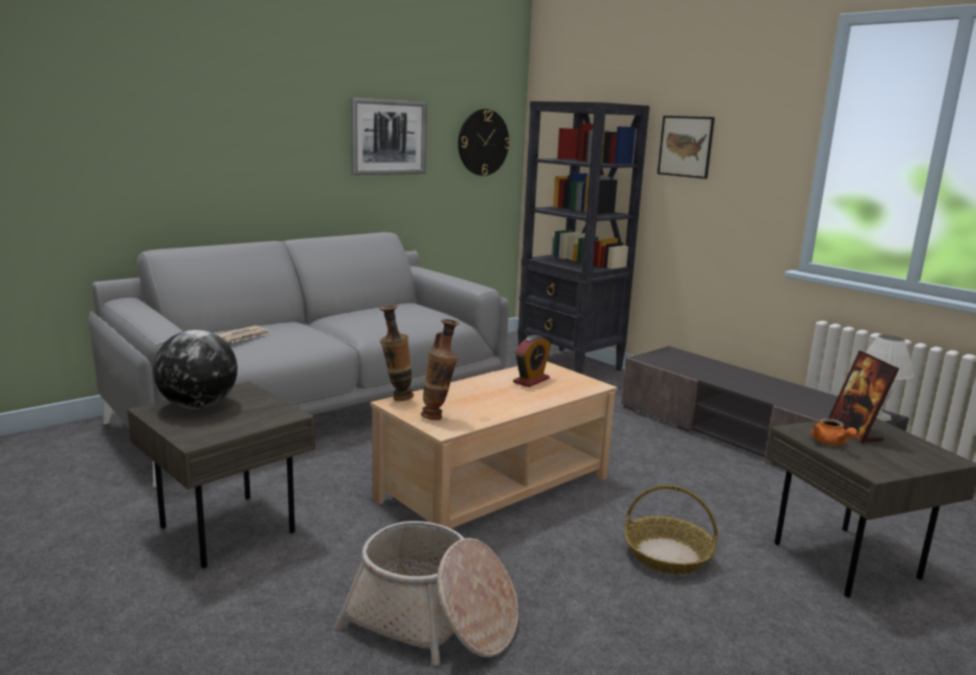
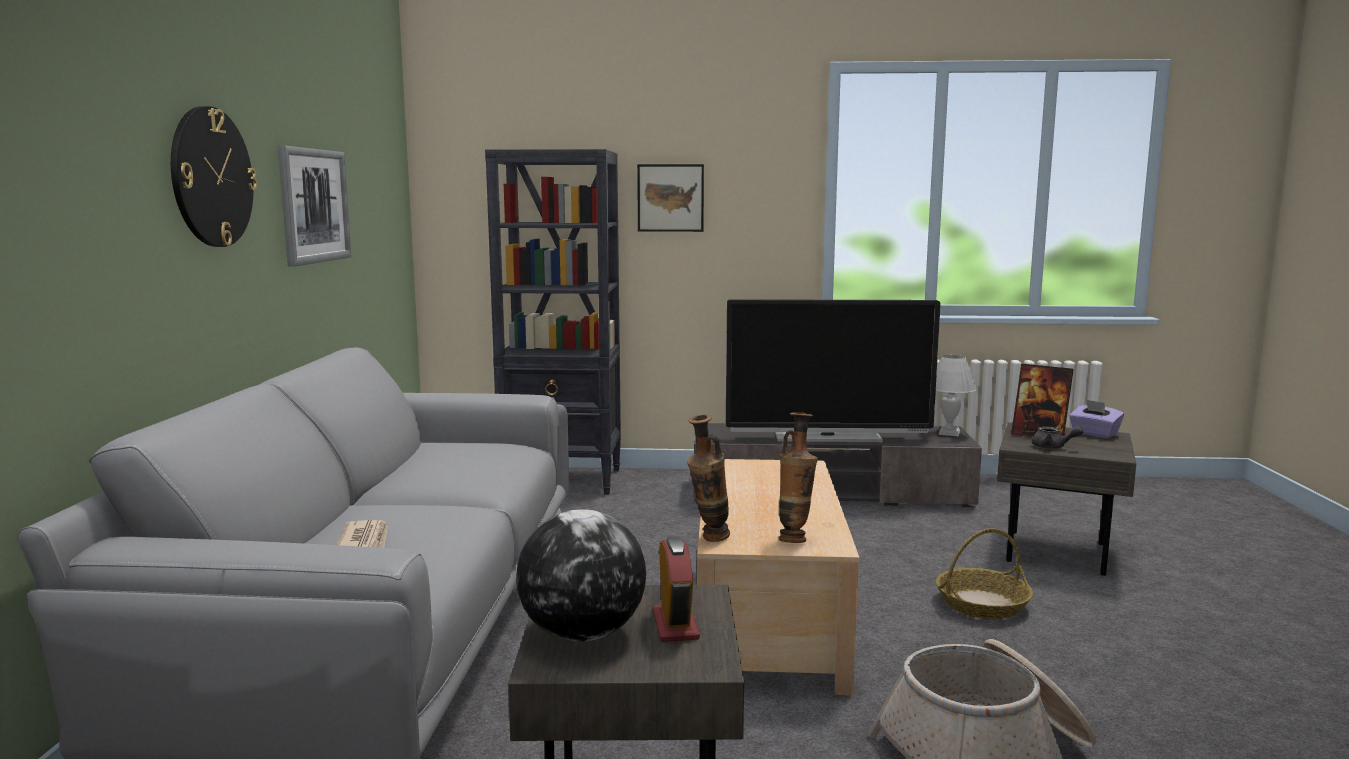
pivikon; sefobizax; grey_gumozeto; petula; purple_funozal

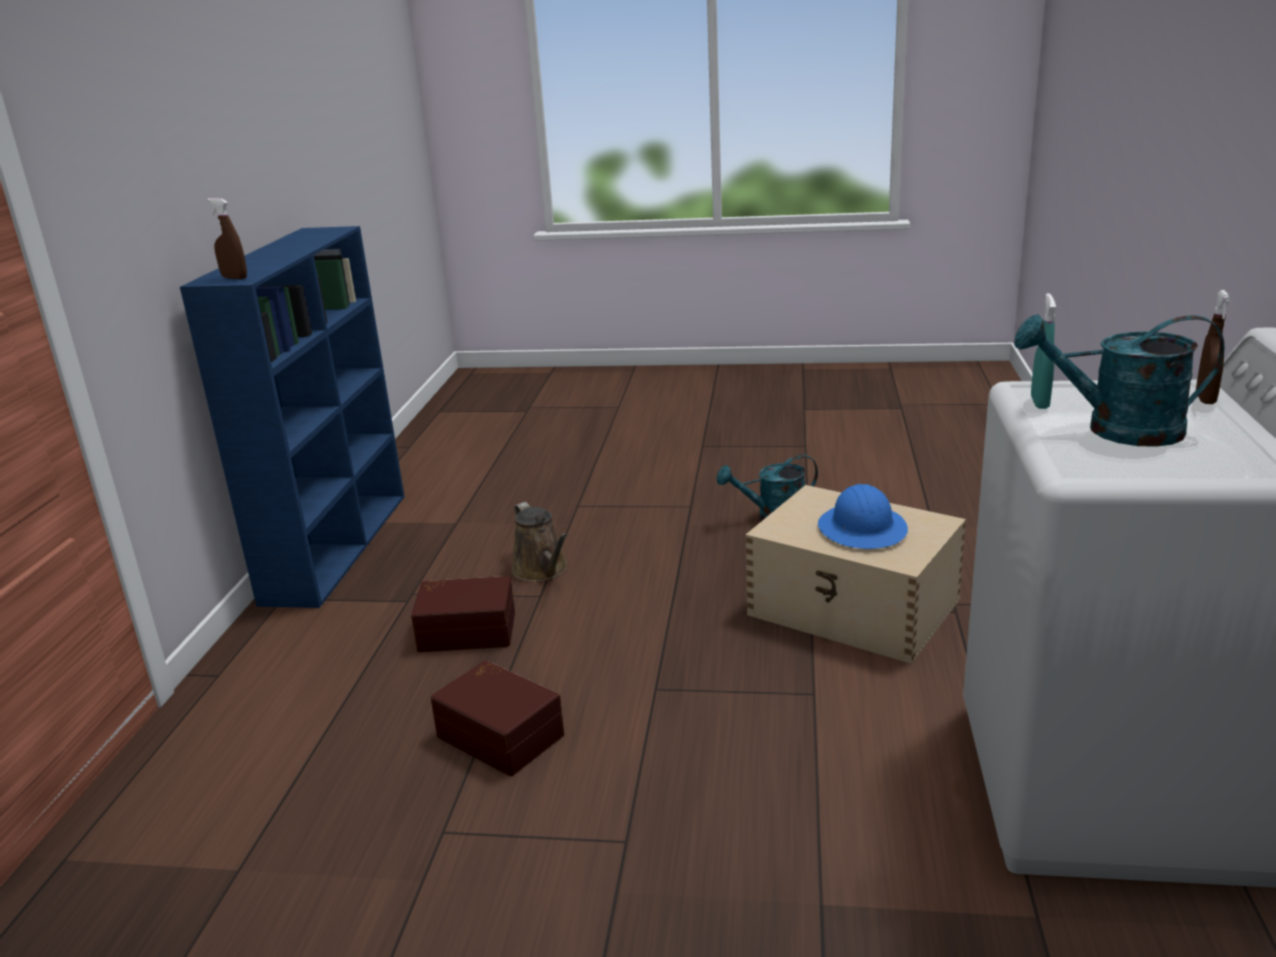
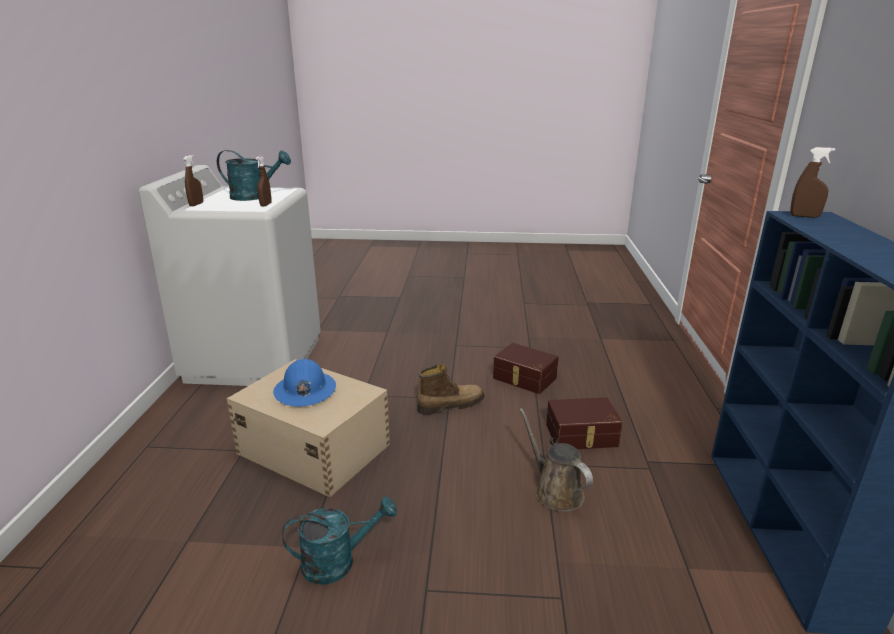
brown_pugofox (no. 2 from left); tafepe

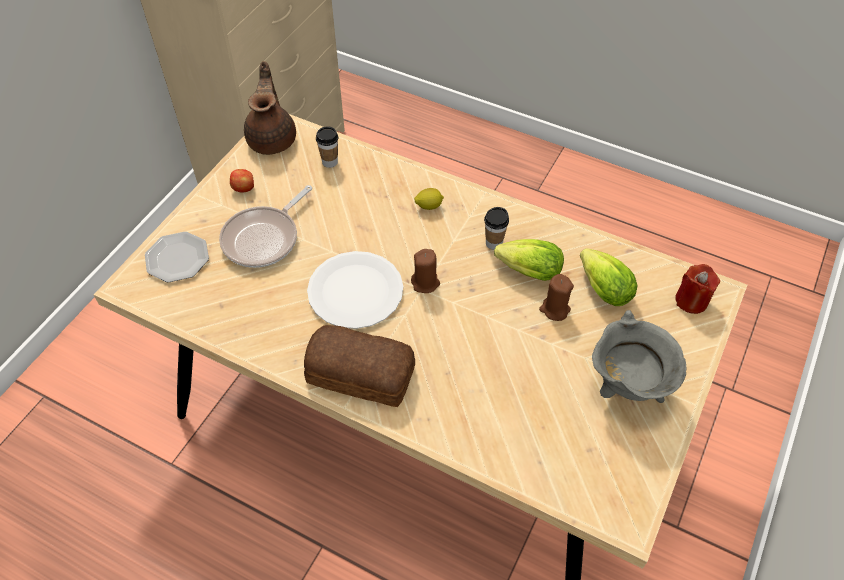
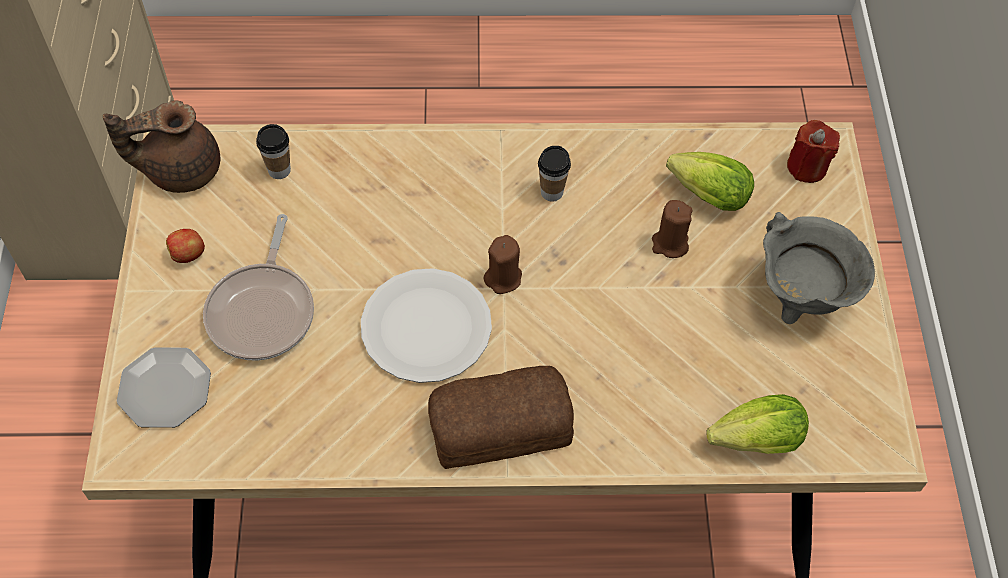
brown_gumozeto; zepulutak; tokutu (no. 2 from left)

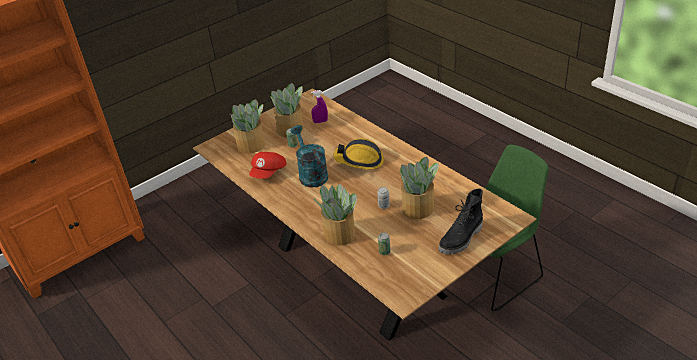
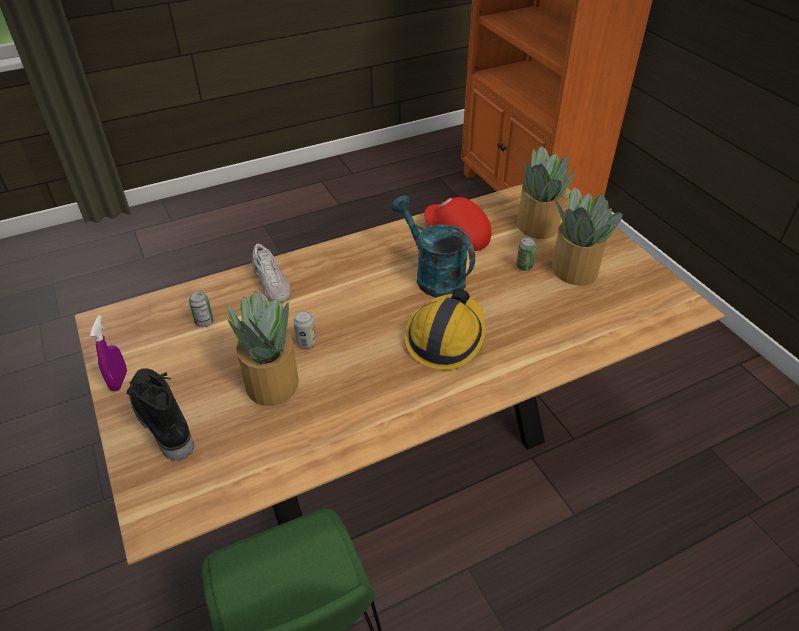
purple_pugofox; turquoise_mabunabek; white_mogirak

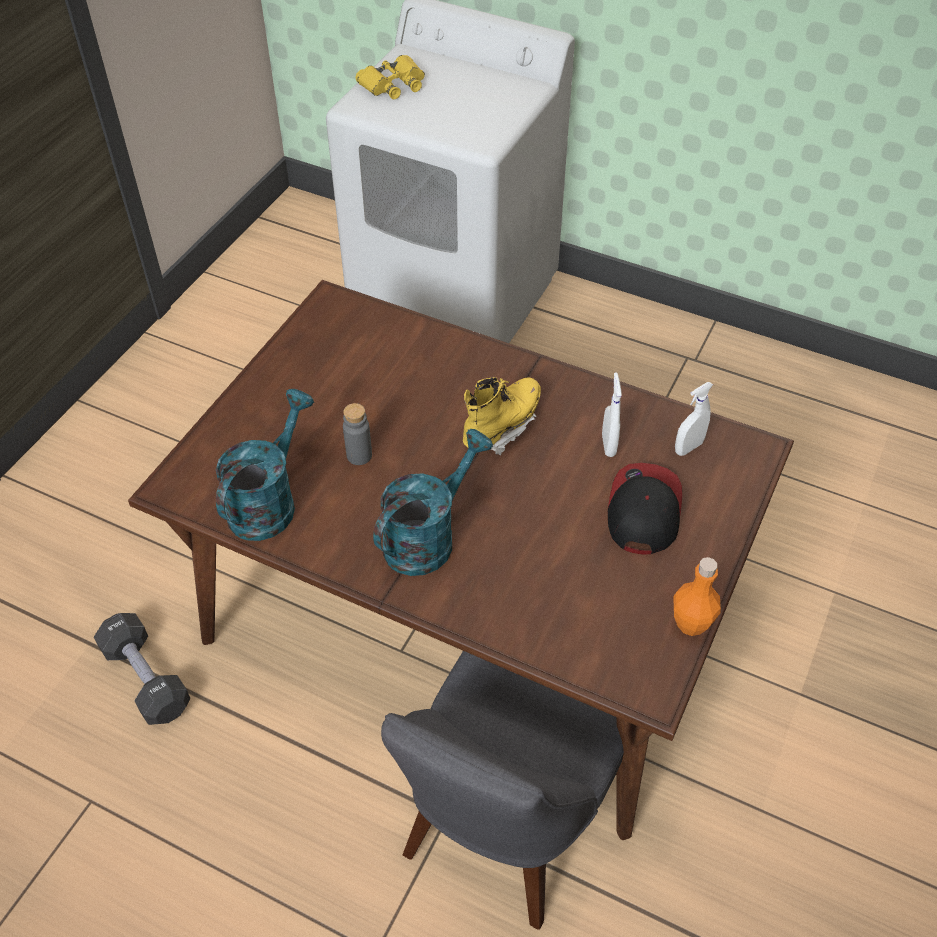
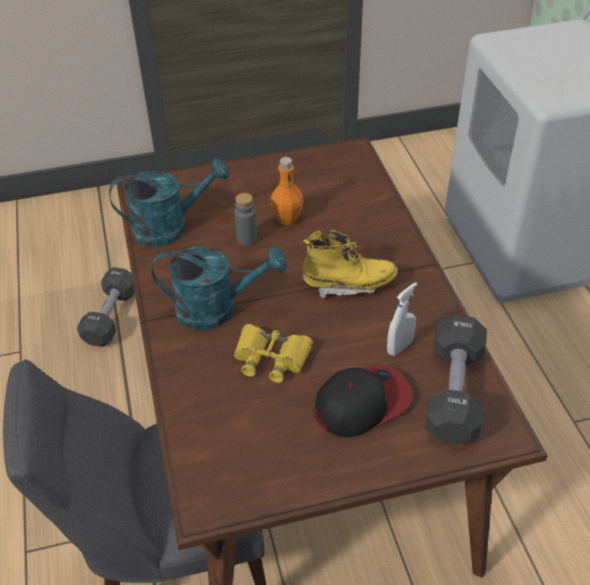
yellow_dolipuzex; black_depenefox (no. 2 from left); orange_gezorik

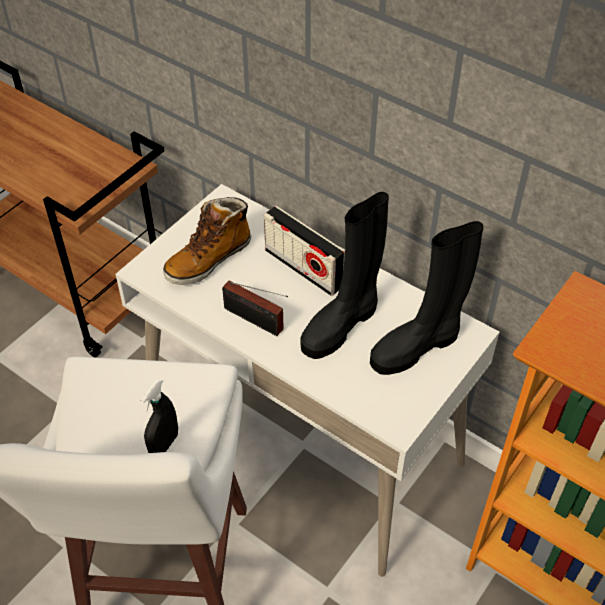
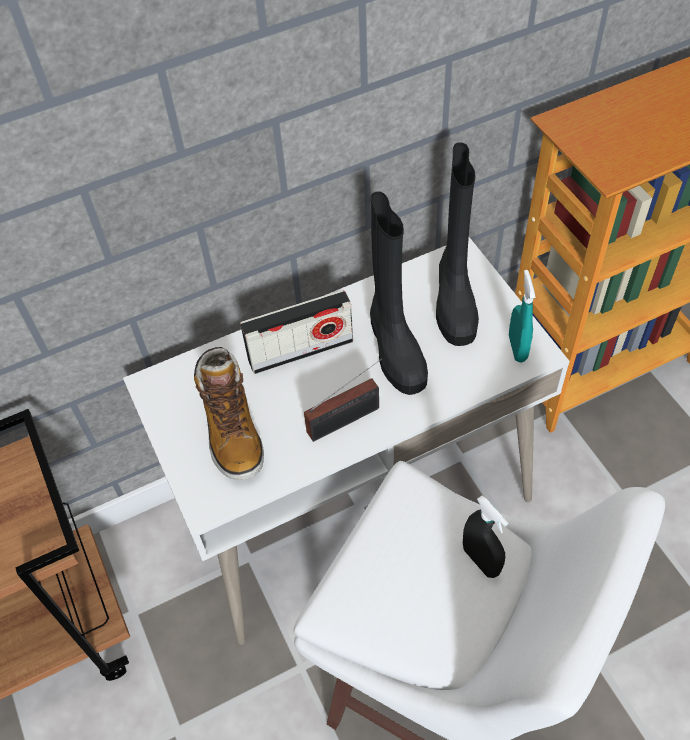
turquoise_pugofox

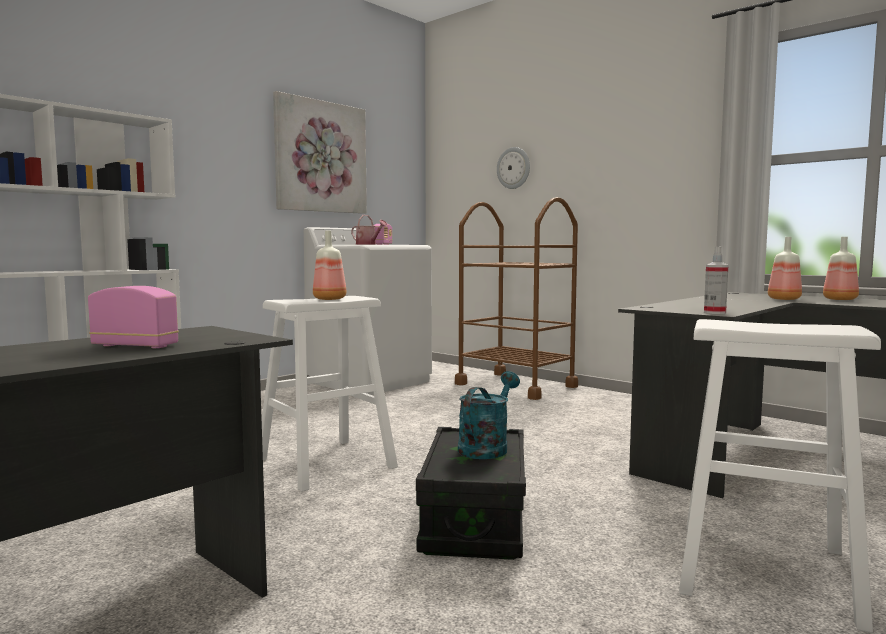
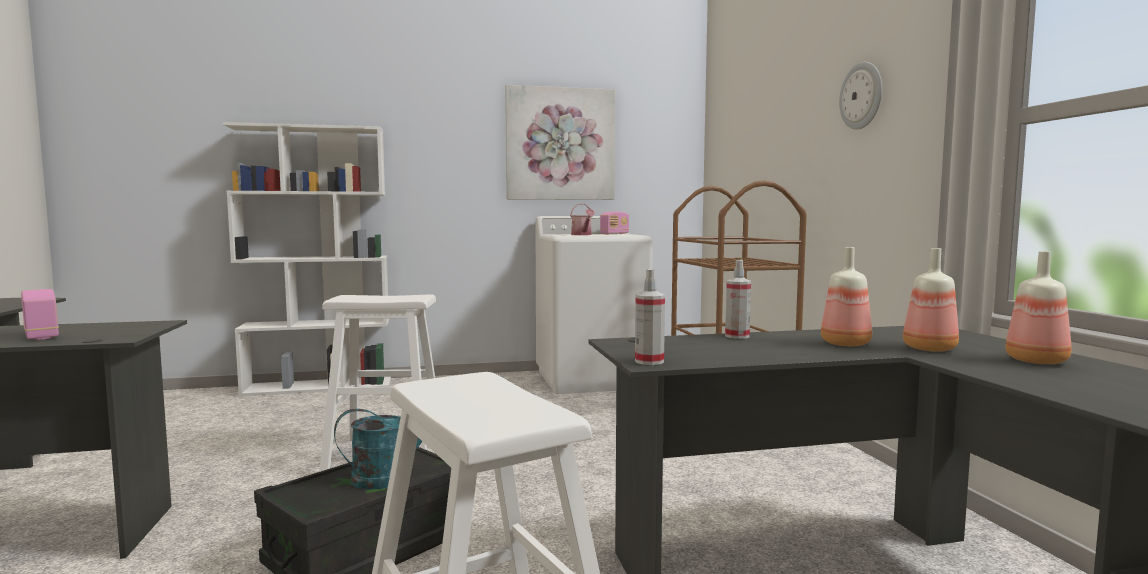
pivikon; gezorik (no. 1 from left); pugofox (no. 2 from left)

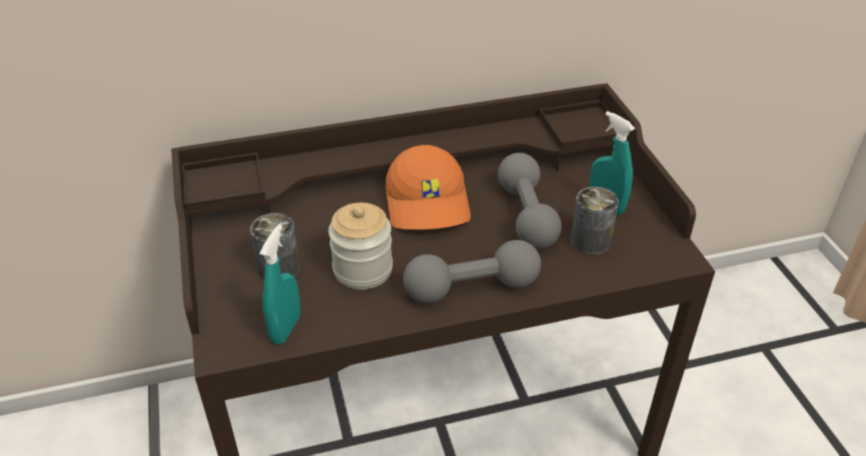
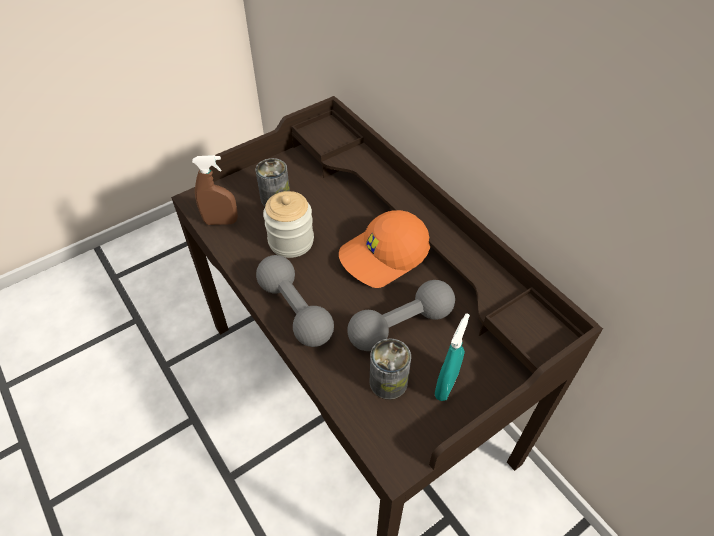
brown_pugofox

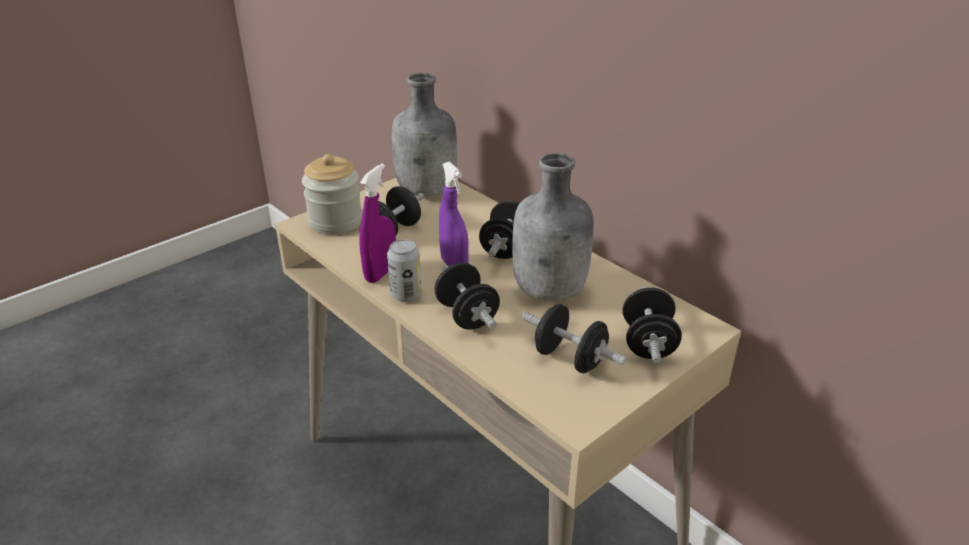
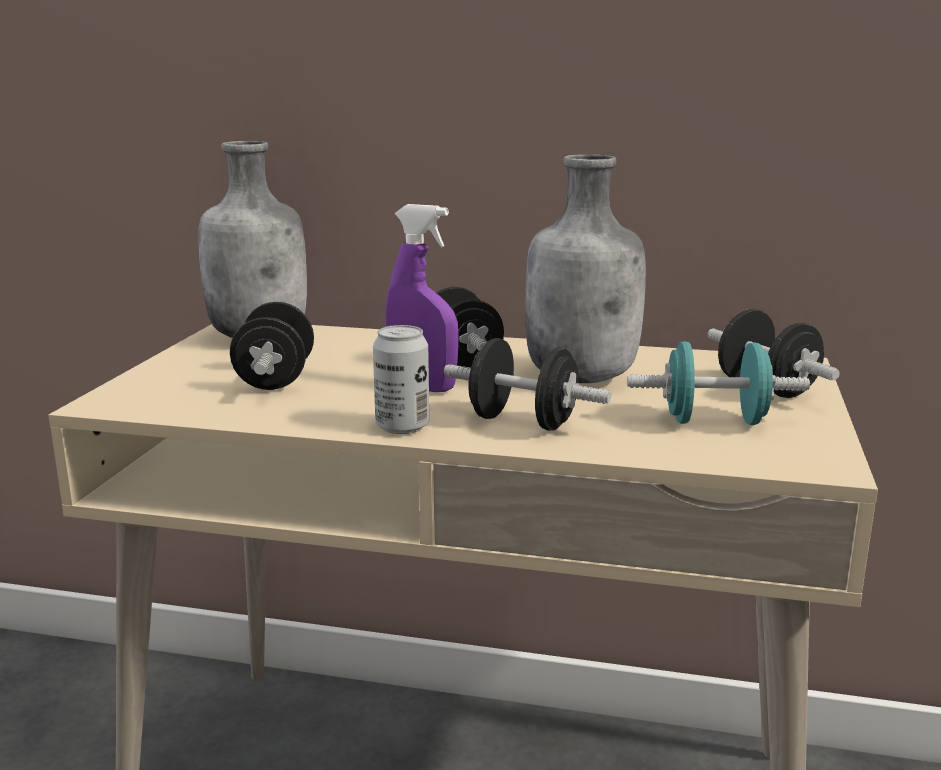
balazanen; purple_pugofox (no. 1 from left in the first image); turquoise_depenefox

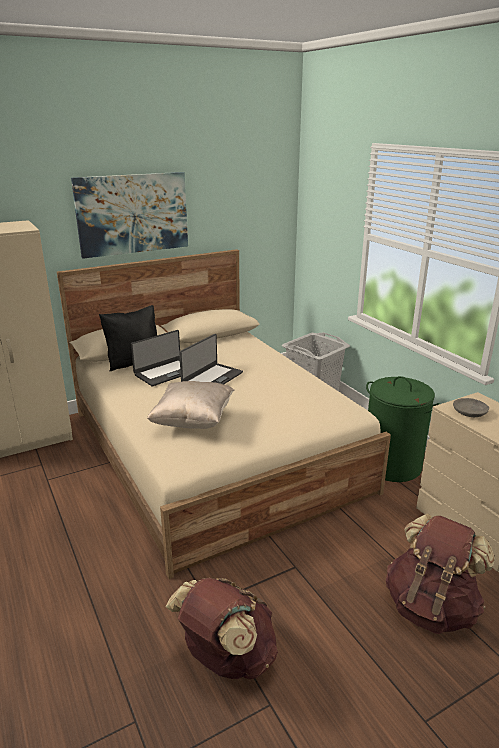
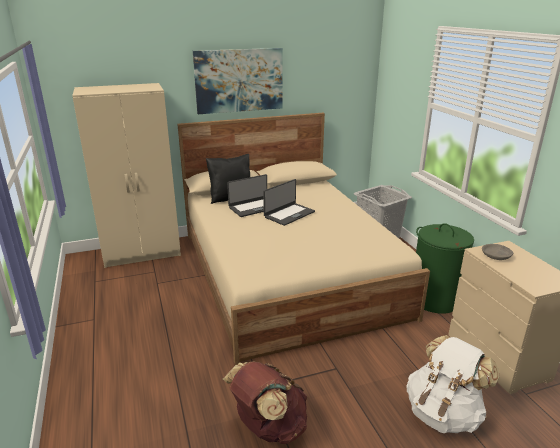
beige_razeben; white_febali

